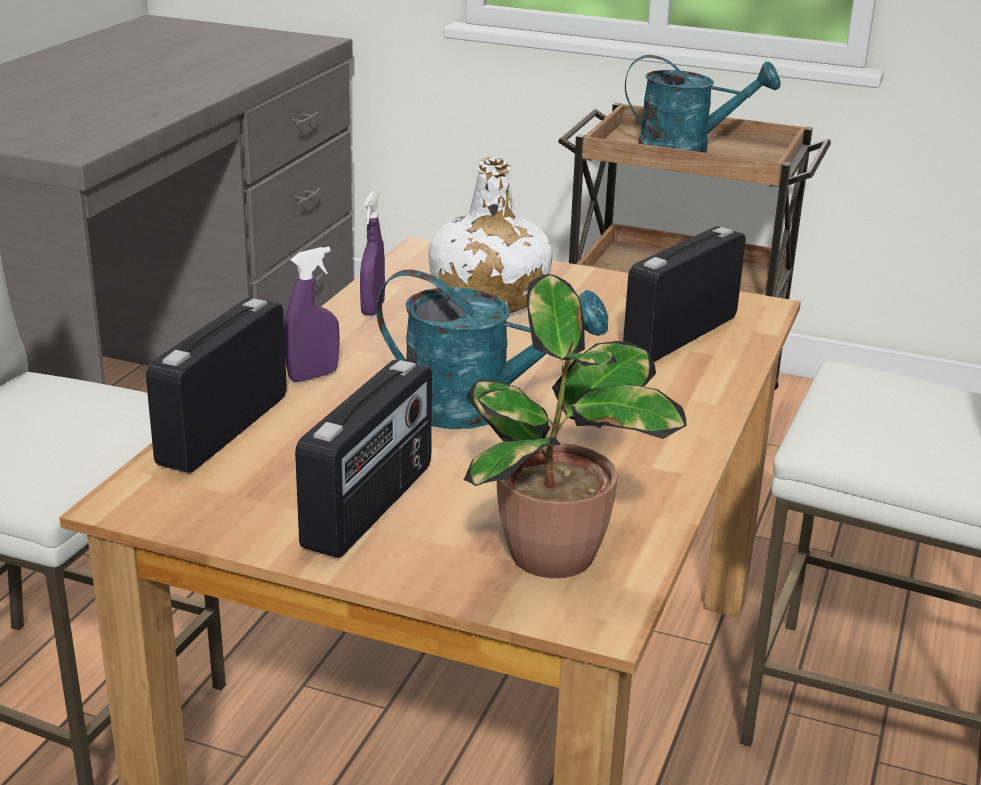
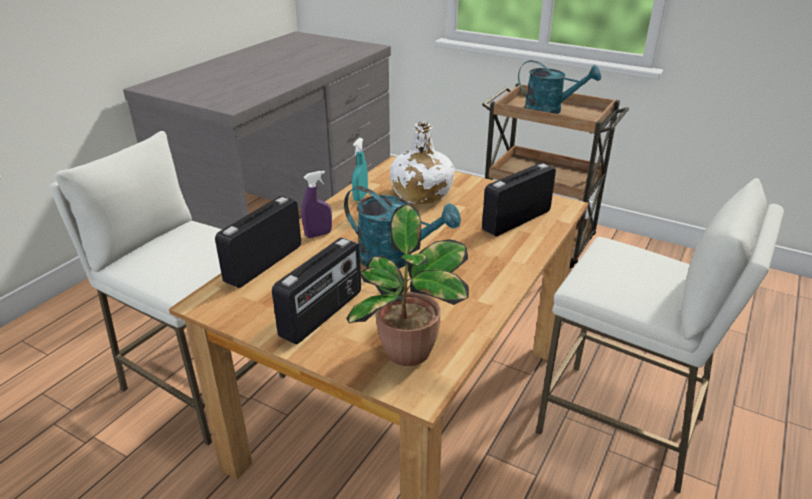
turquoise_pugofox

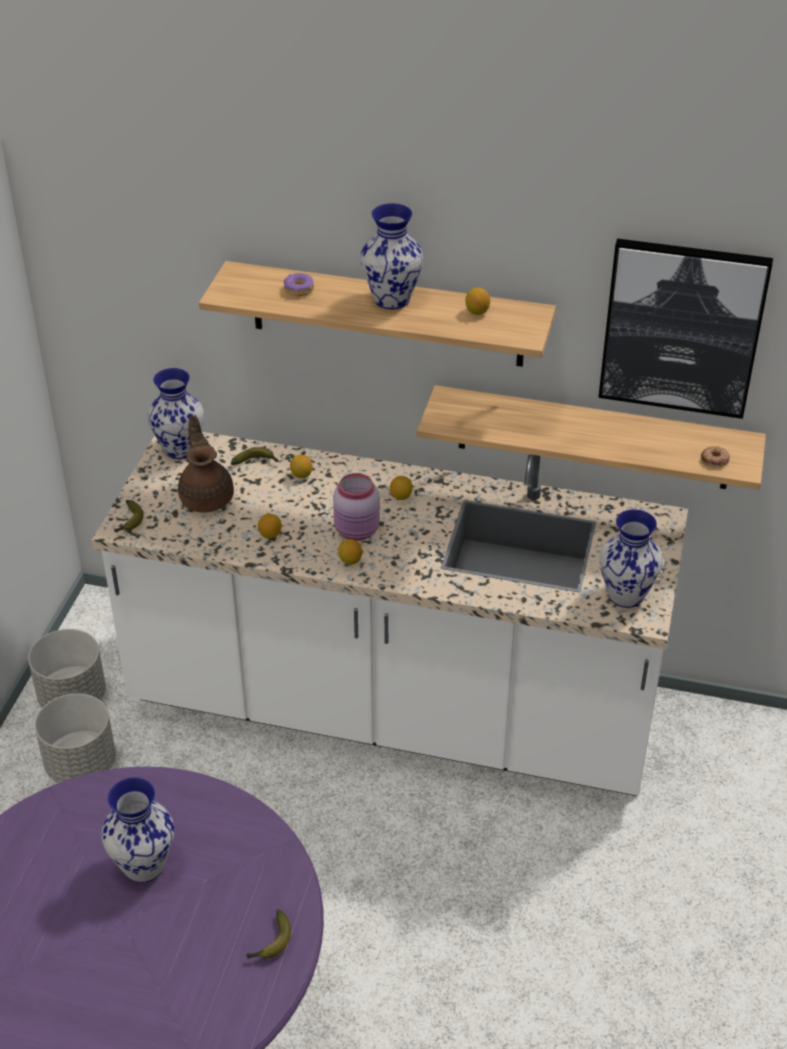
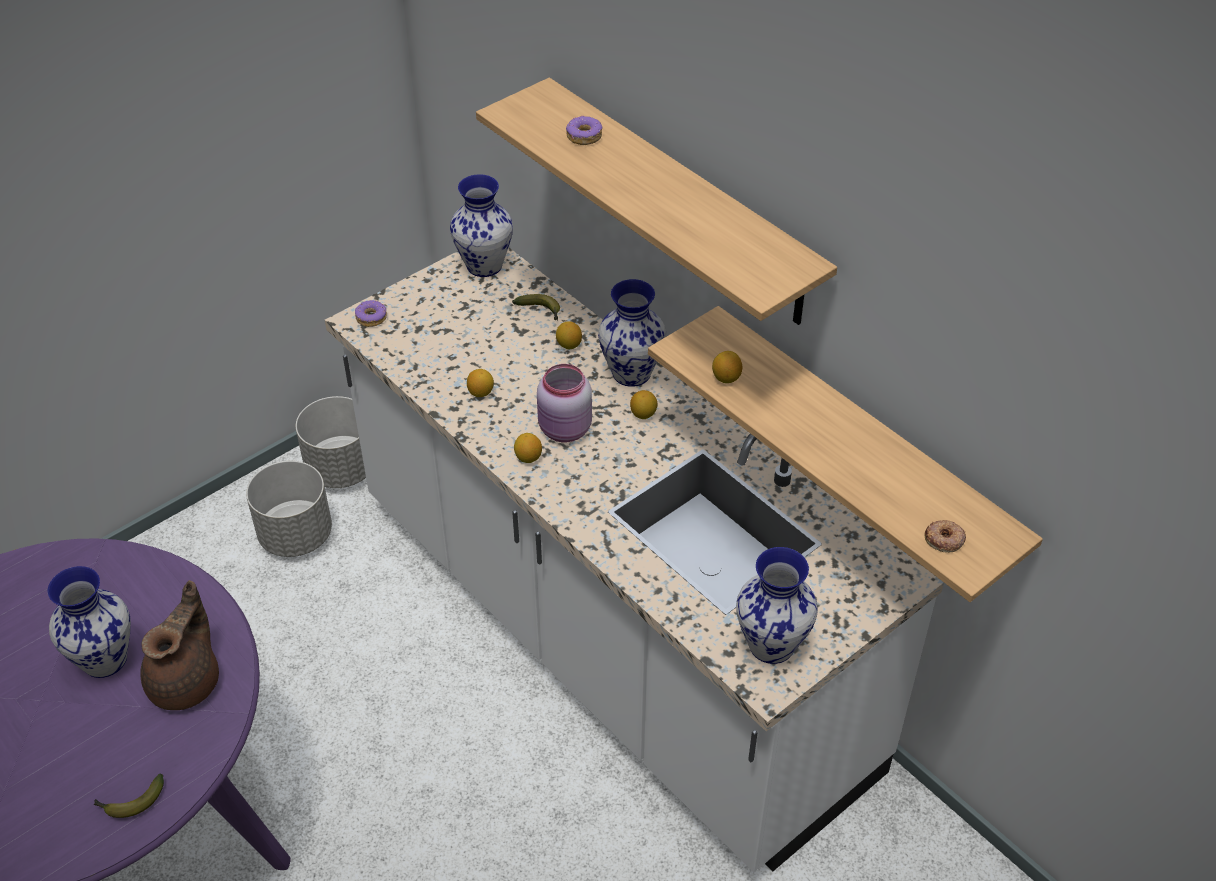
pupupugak (no. 3 from left); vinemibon; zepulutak (no. 5 from left); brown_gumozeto; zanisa (no. 1 from left)

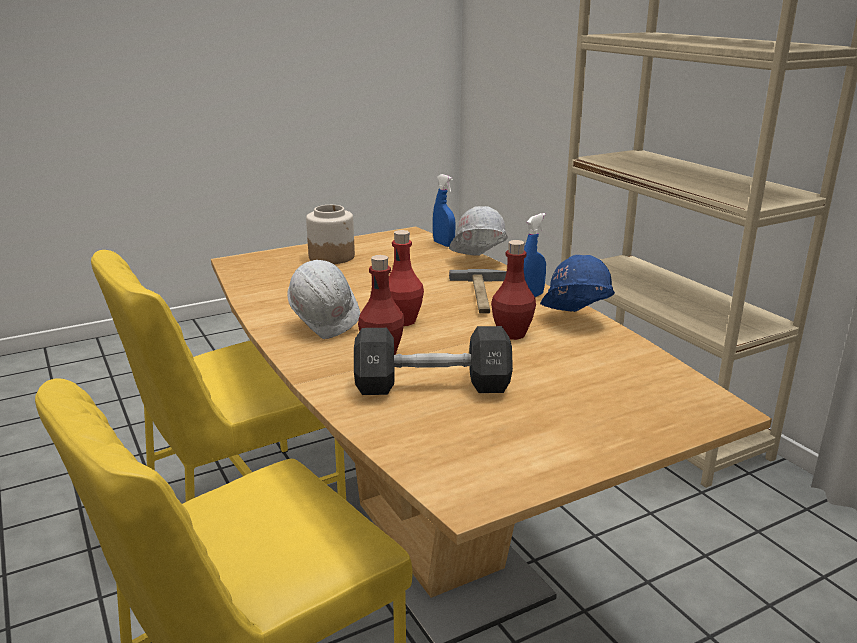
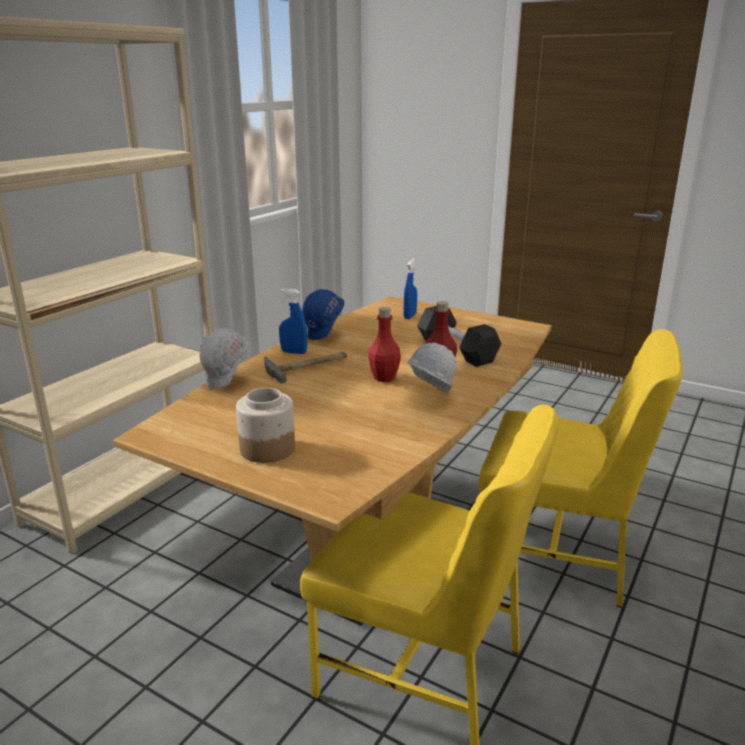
blue_pugofox (no. 2 from left); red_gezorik (no. 3 from left in the first image)

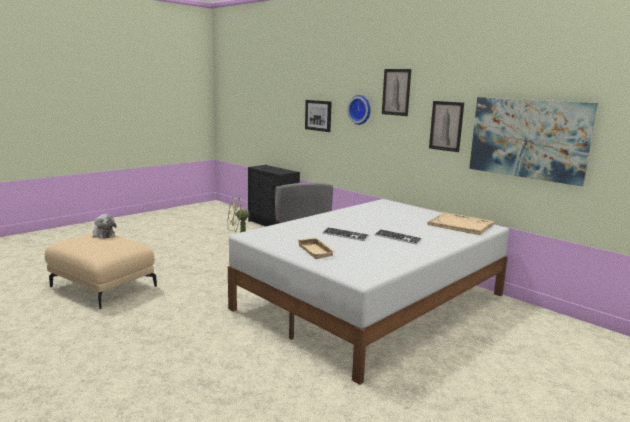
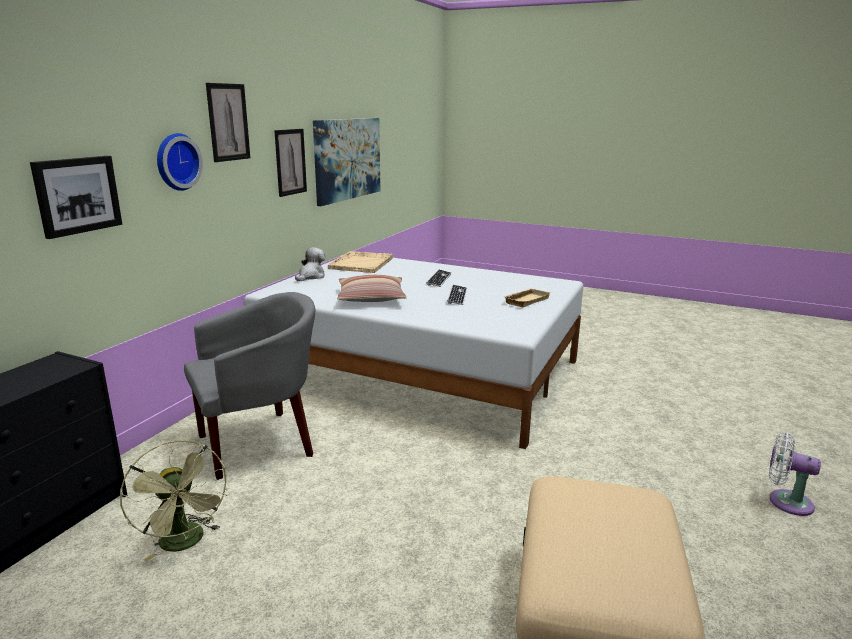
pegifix; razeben; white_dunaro

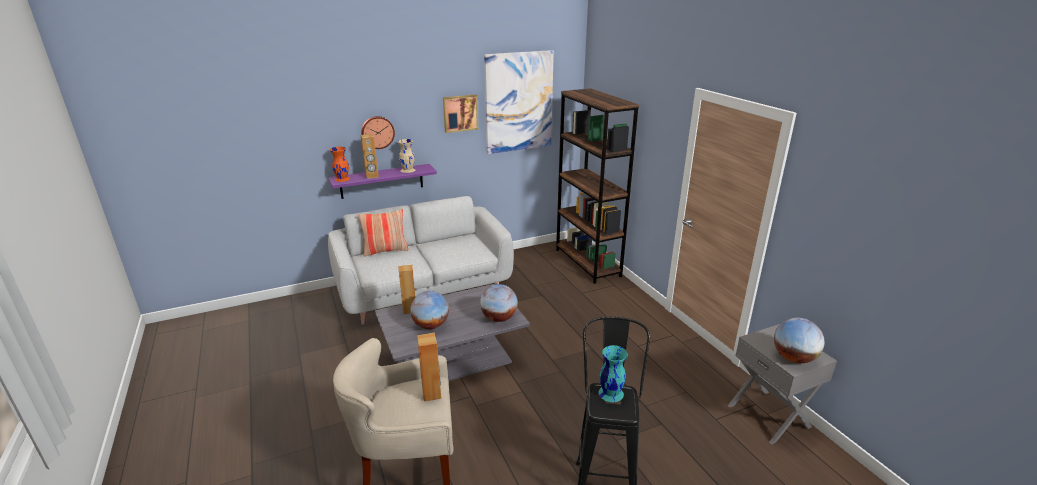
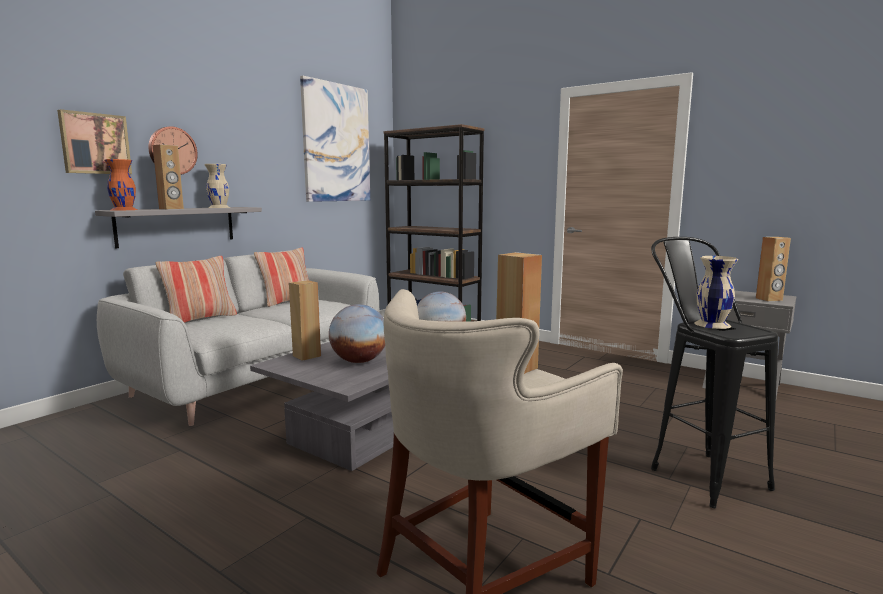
vinemibon (no. 1 from left); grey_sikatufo; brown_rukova (no. 4 from left); beige_pupupugak (no. 2 from left); razeben (no. 2 from left)

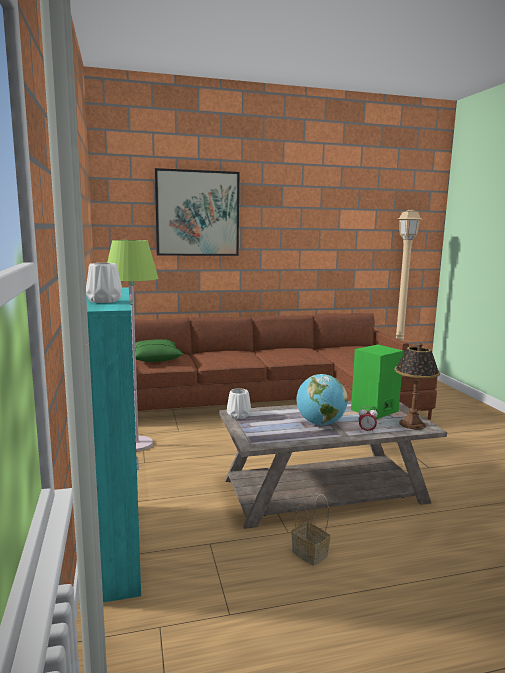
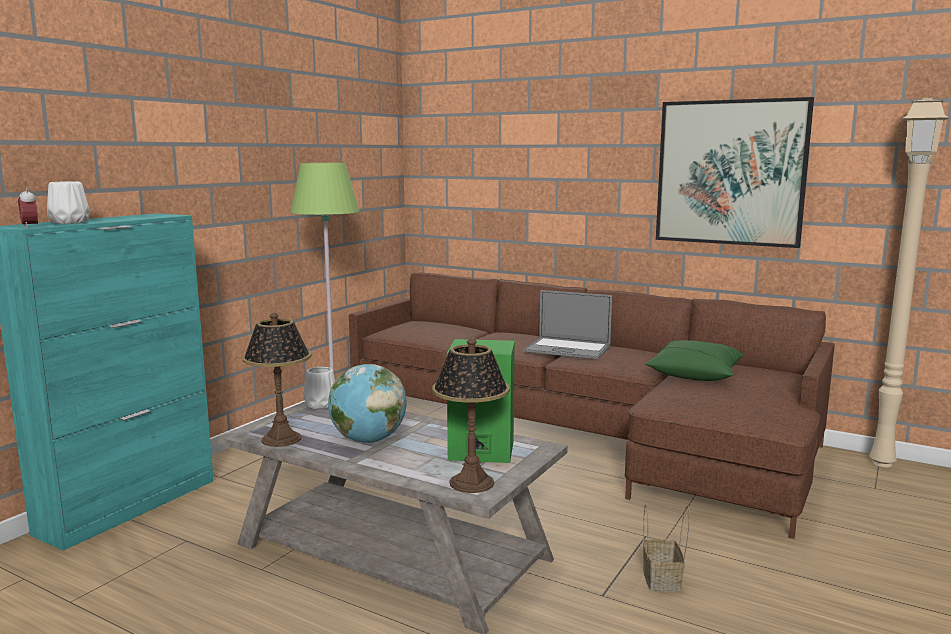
vinemibon; green_razeben; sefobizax; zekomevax; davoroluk; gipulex (no. 1 from left)

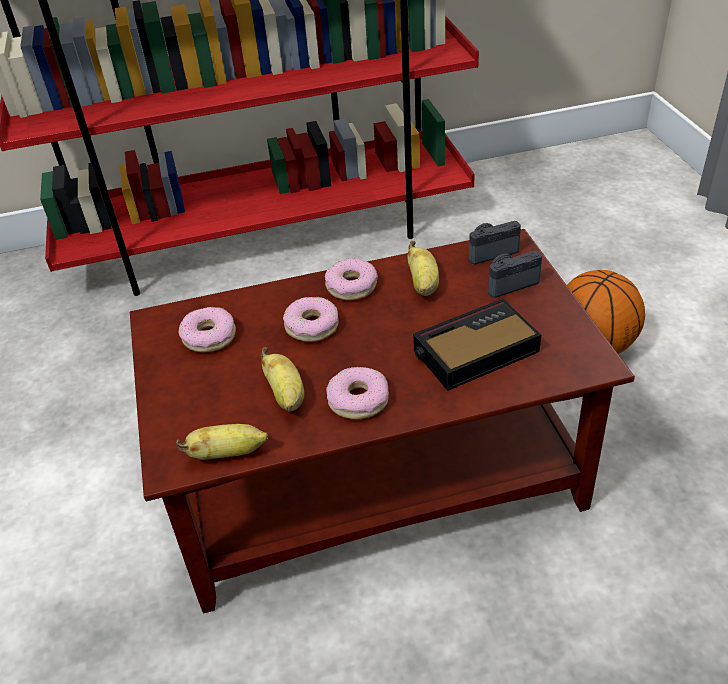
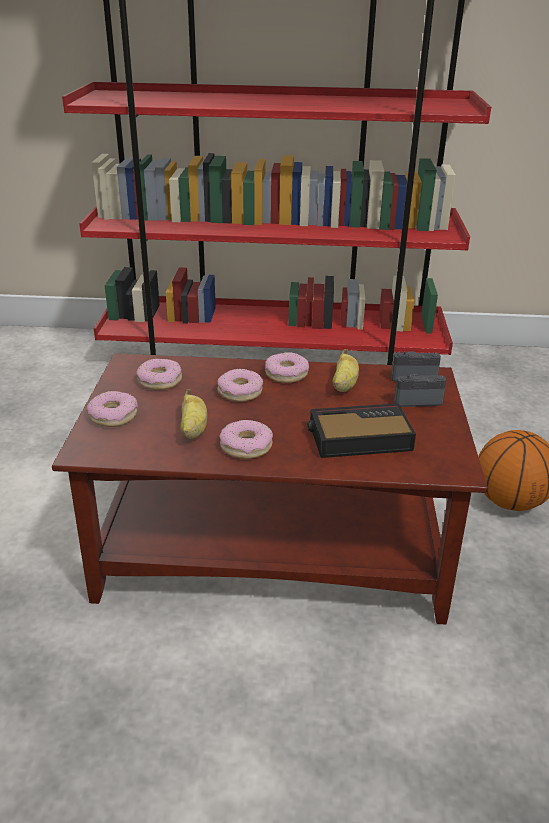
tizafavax (no. 1 from left in the first image); zanisa (no. 1 from left)

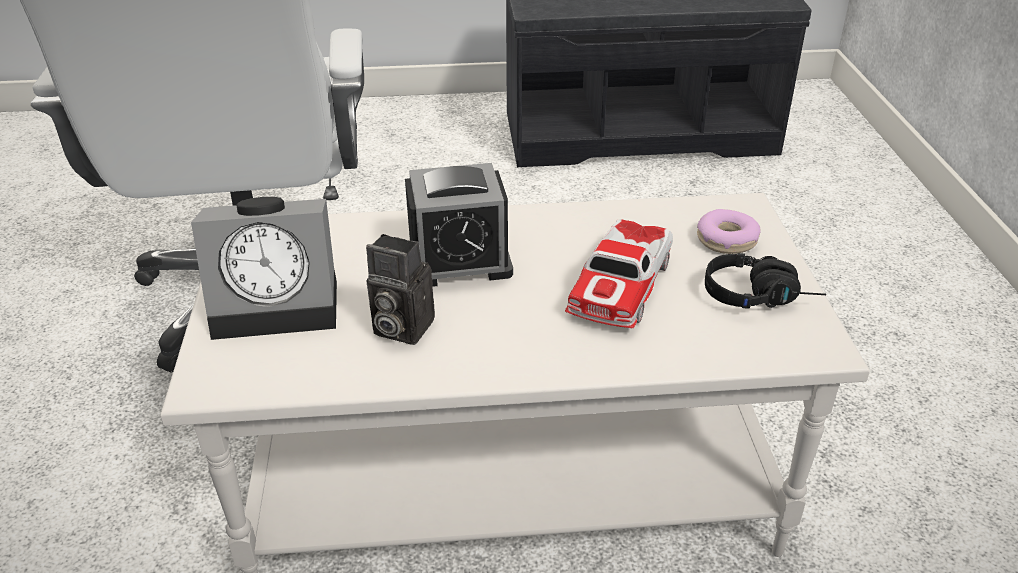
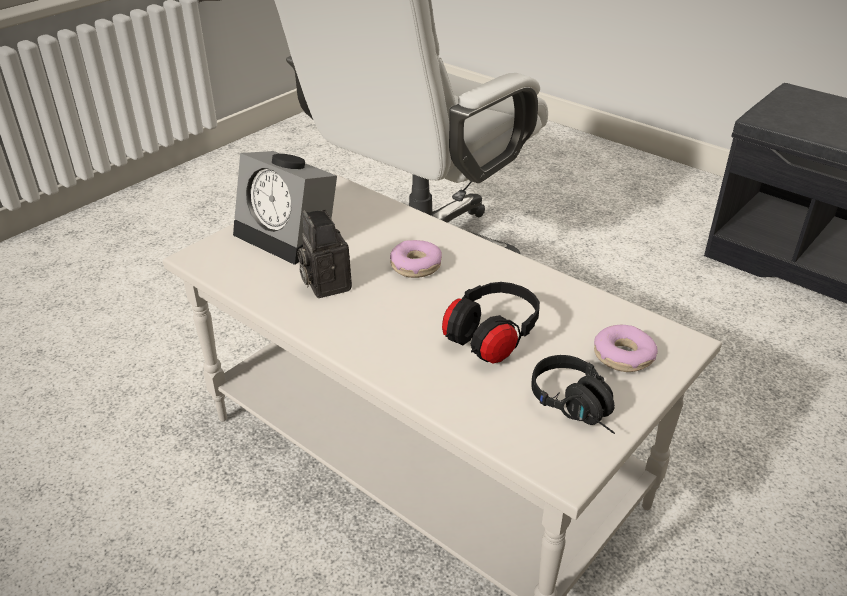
zanisa (no. 1 from left); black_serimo (no. 1 from left)

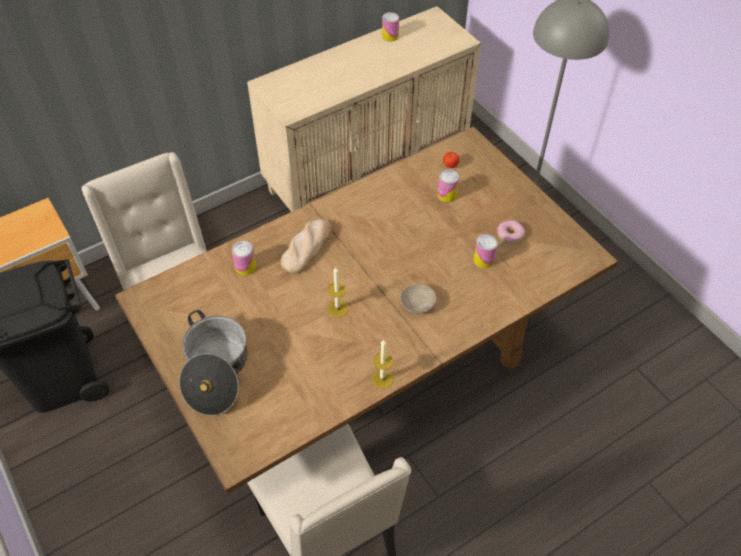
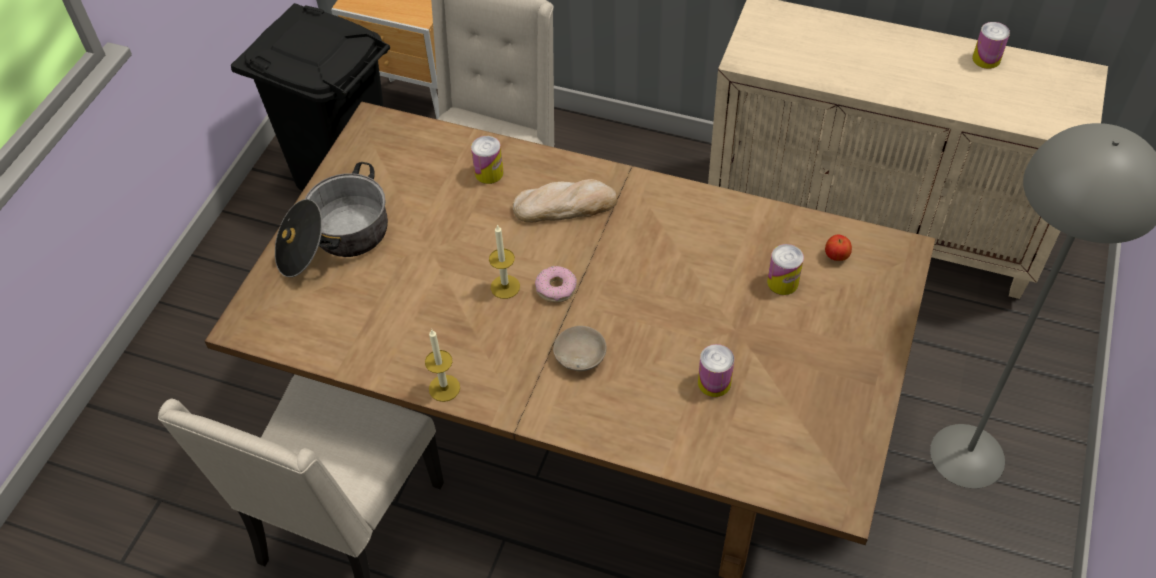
zanisa

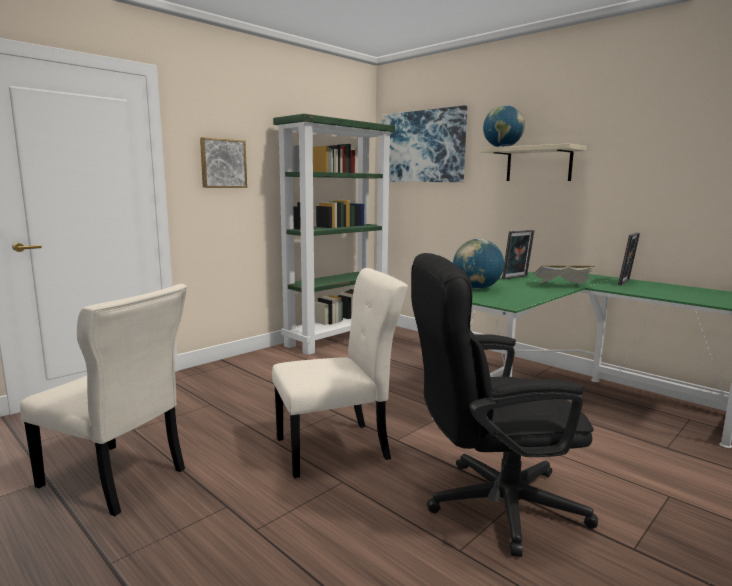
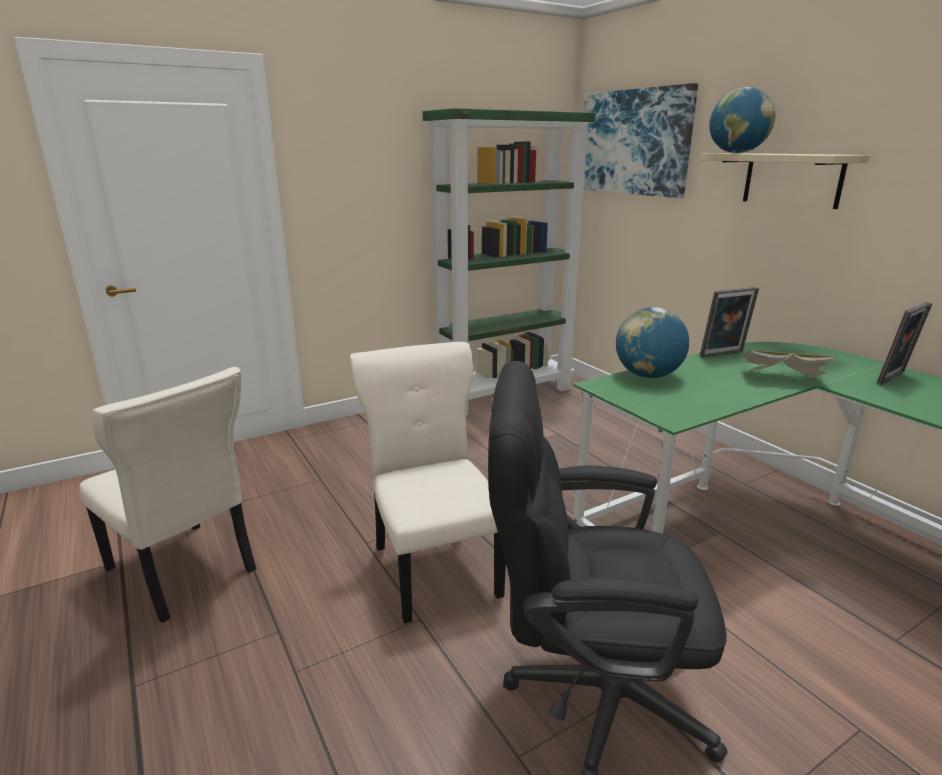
vinemibon (no. 1 from left in the first image); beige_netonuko (no. 2 from left)

